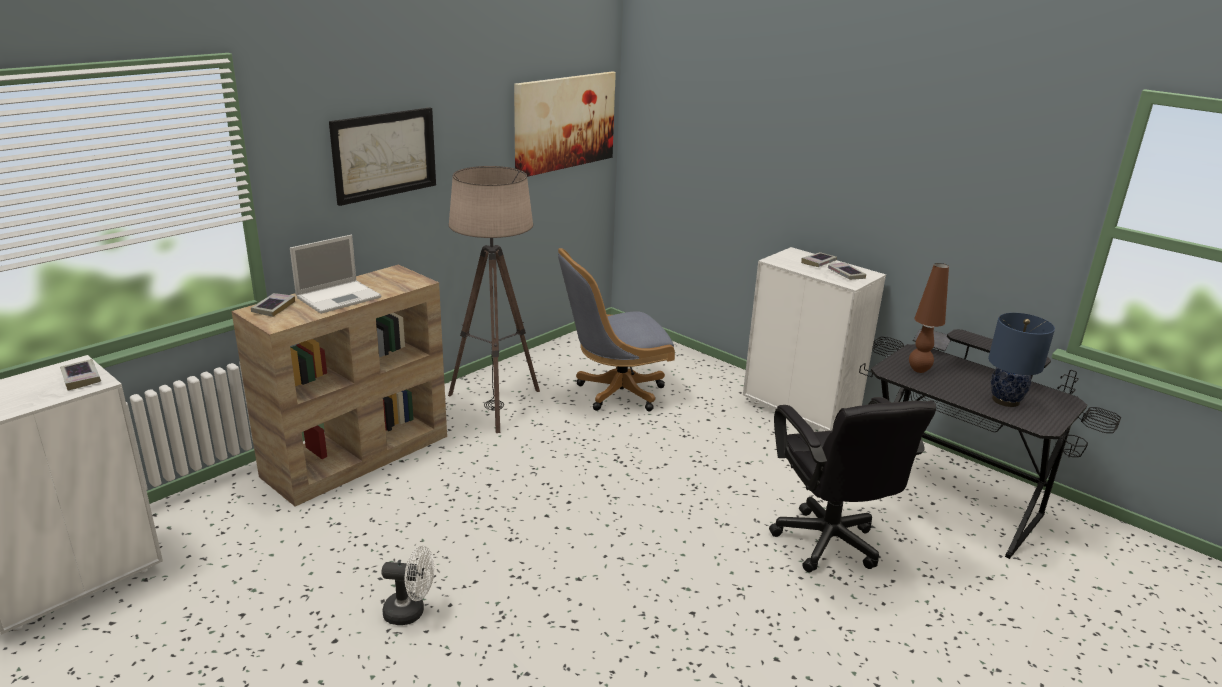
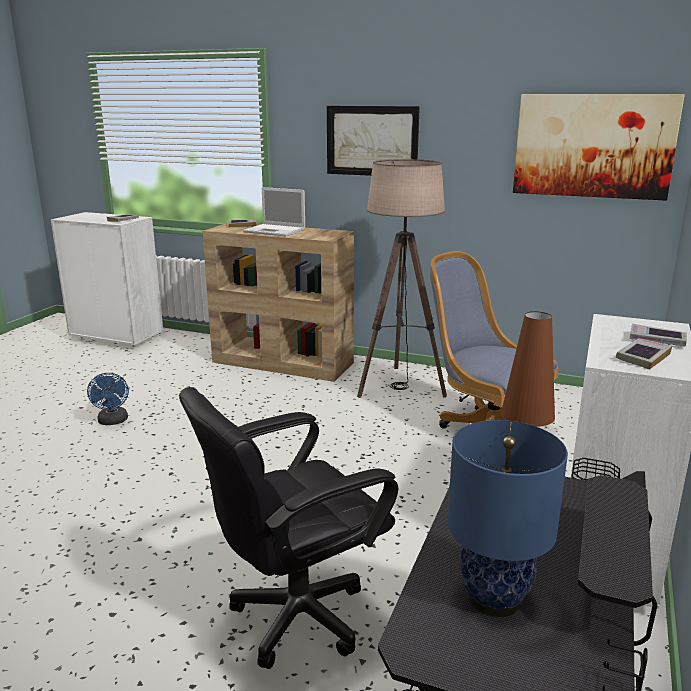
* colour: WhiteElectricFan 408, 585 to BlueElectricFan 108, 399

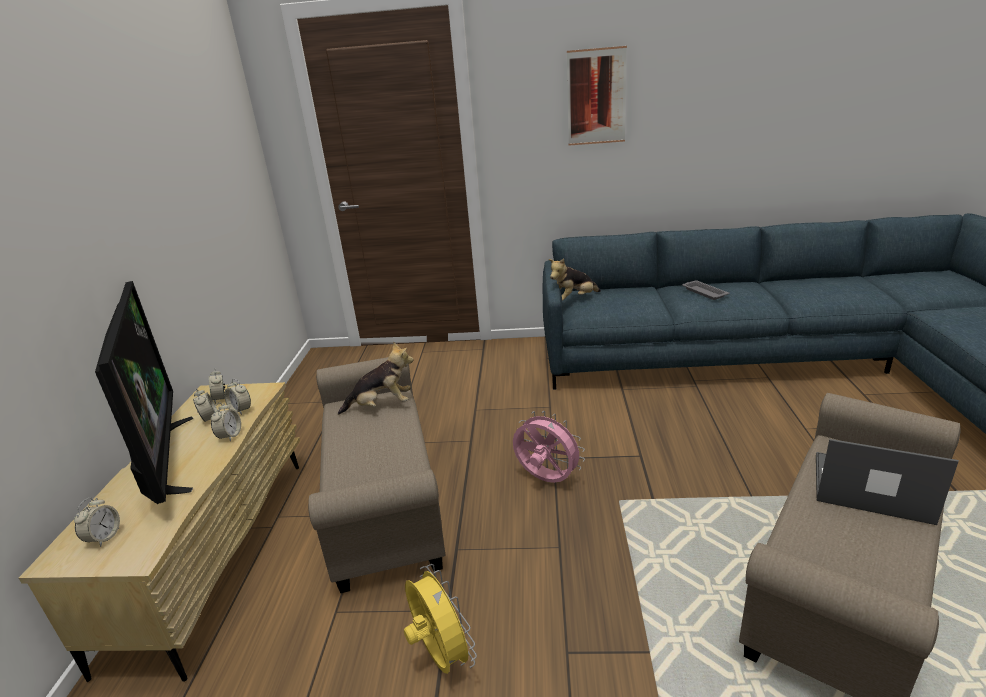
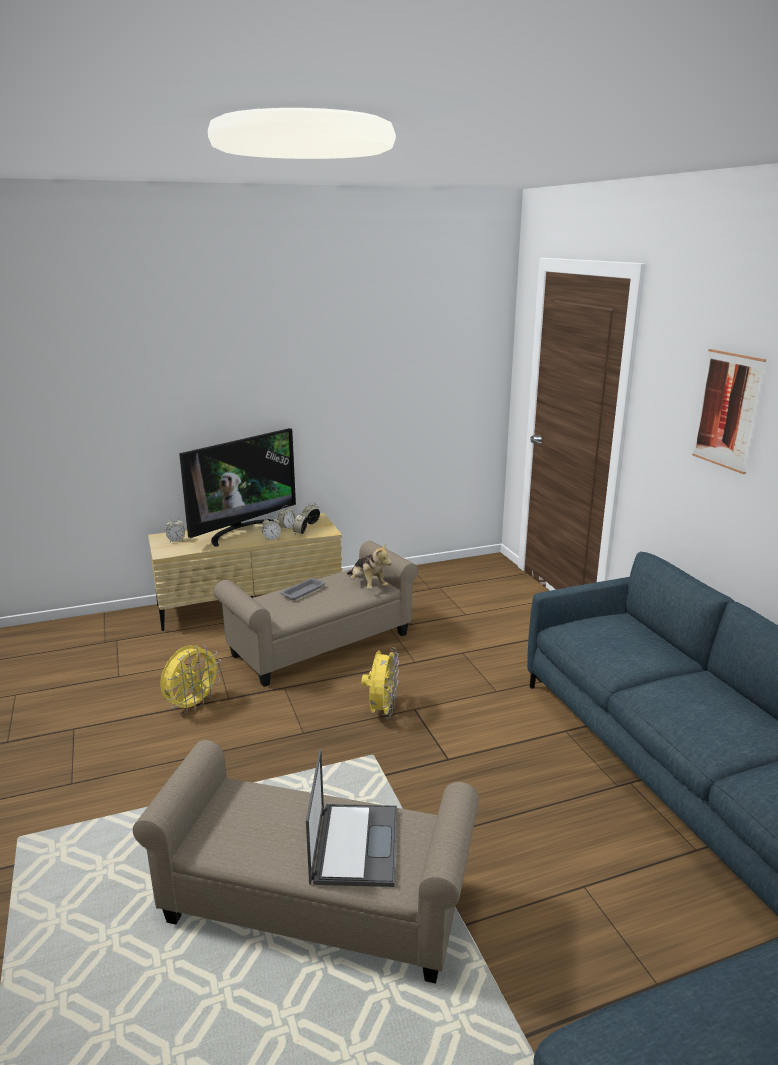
* missing: PlushToy 574, 280
* relocated: GreyServingTray 706, 290 to 302, 589
* colour: PinkElectricFan 549, 447 to YellowColouredElectricFan 380, 683

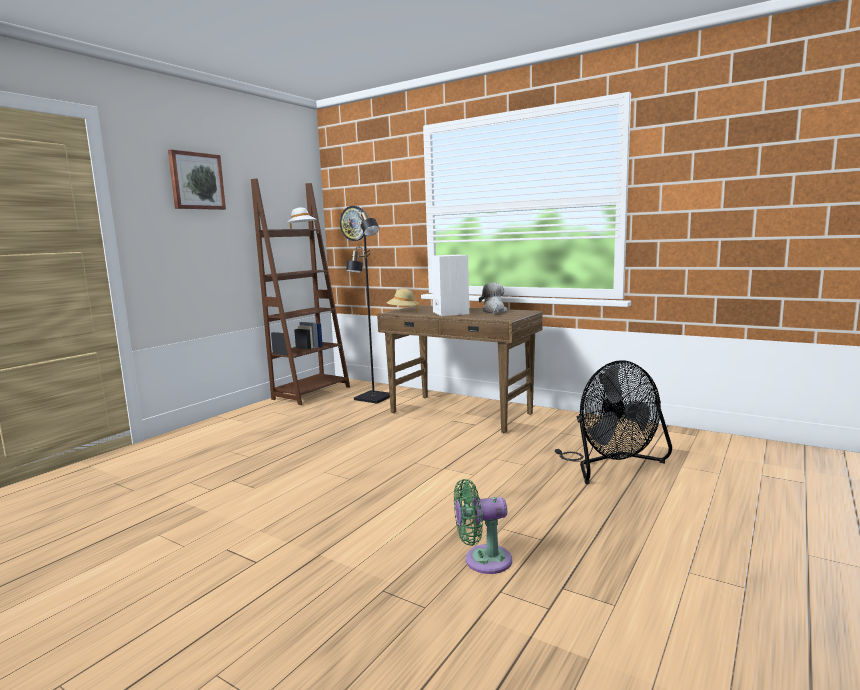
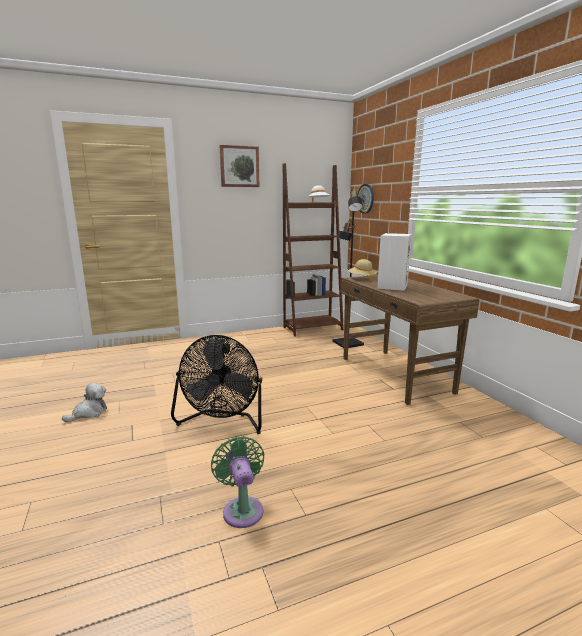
* relocated: PlushToy 493, 298 to 84, 402
* relocated: BlackElectricFan 613, 422 to 216, 384
* spun: GreenColouredElectricFan 483, 526 = 238, 482 45 degrees clockwise

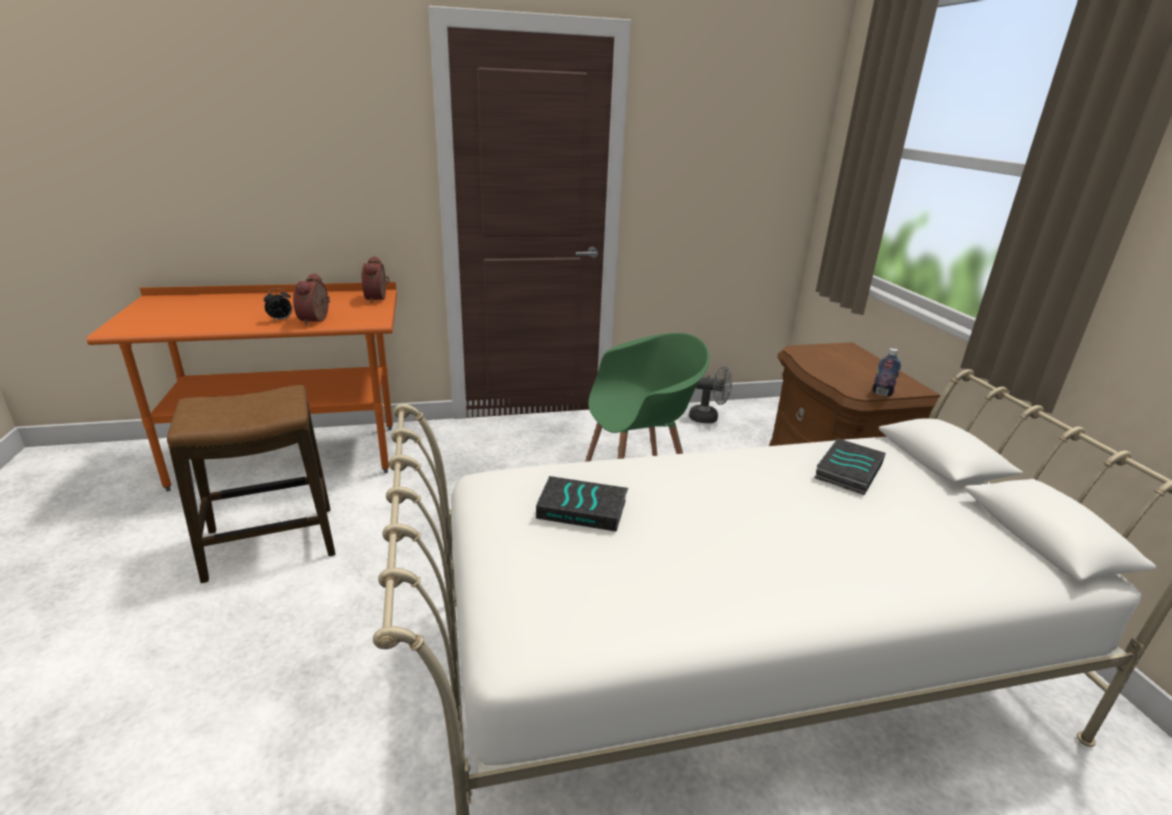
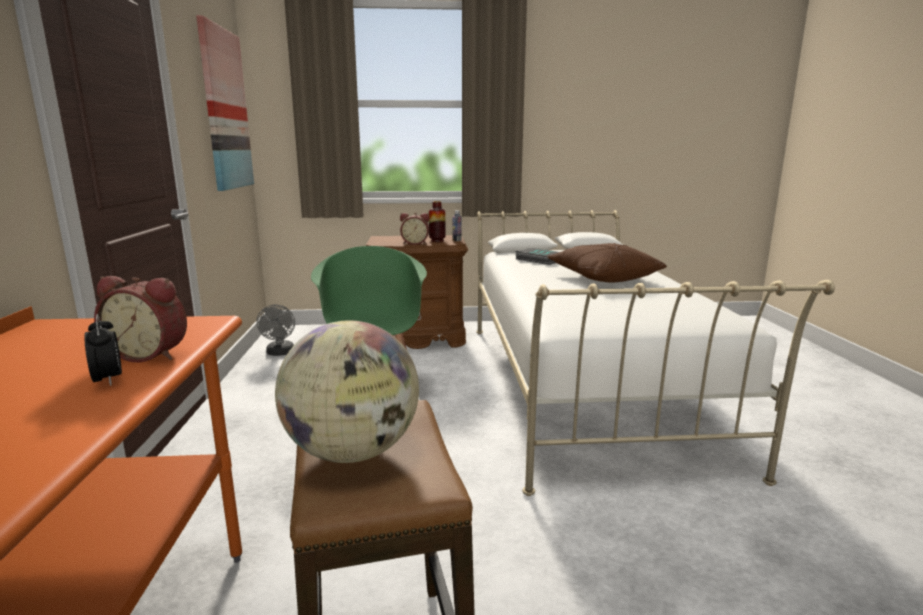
* relocated: AlarmClock 375, 279 to 414, 229
* spun: GreyElectricFan 710, 394 = 275, 330 150 degrees clockwise
* missing: Volume 582, 504
* appeared: Picture 225, 103
* appeared: FlowerVase 437, 221
* appeared: BrownColouredCushion 607, 262
* appeared: DeskGlobe 347, 391

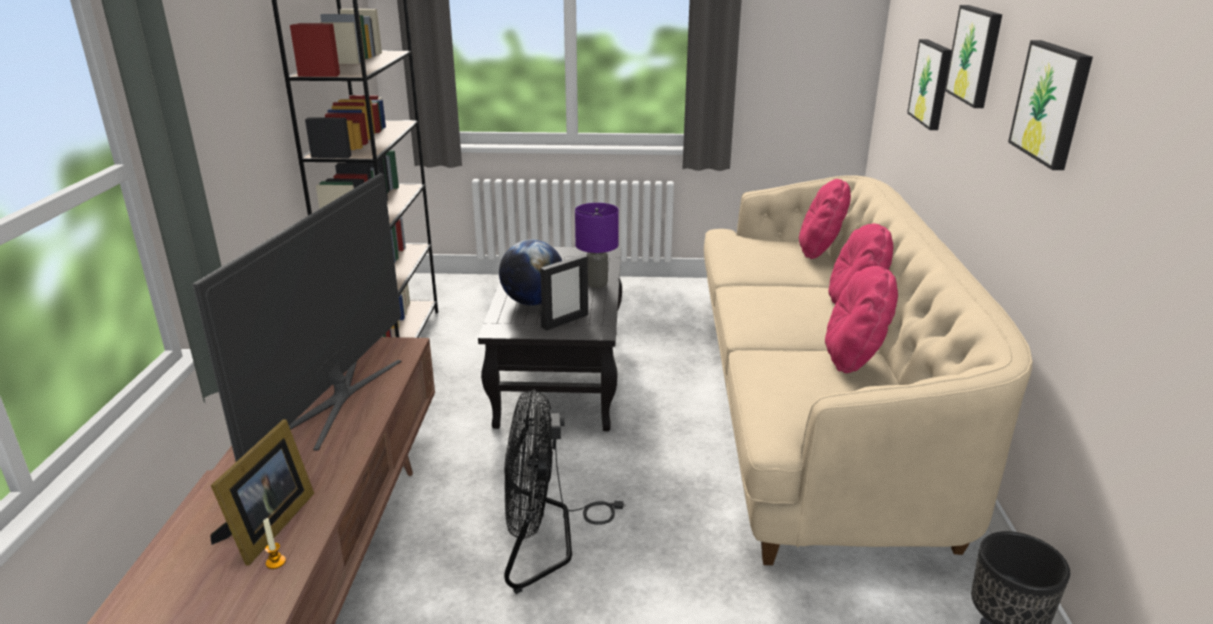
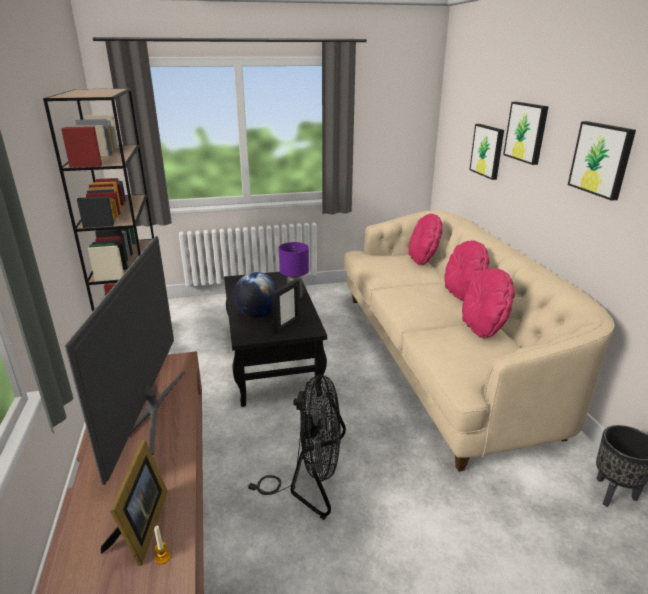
* spun: BlackElectricFan 565, 491 = 296, 447 150 degrees counterclockwise

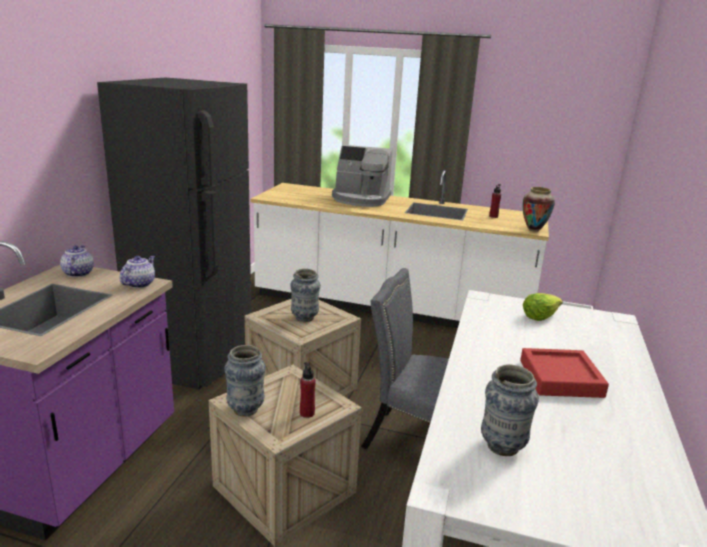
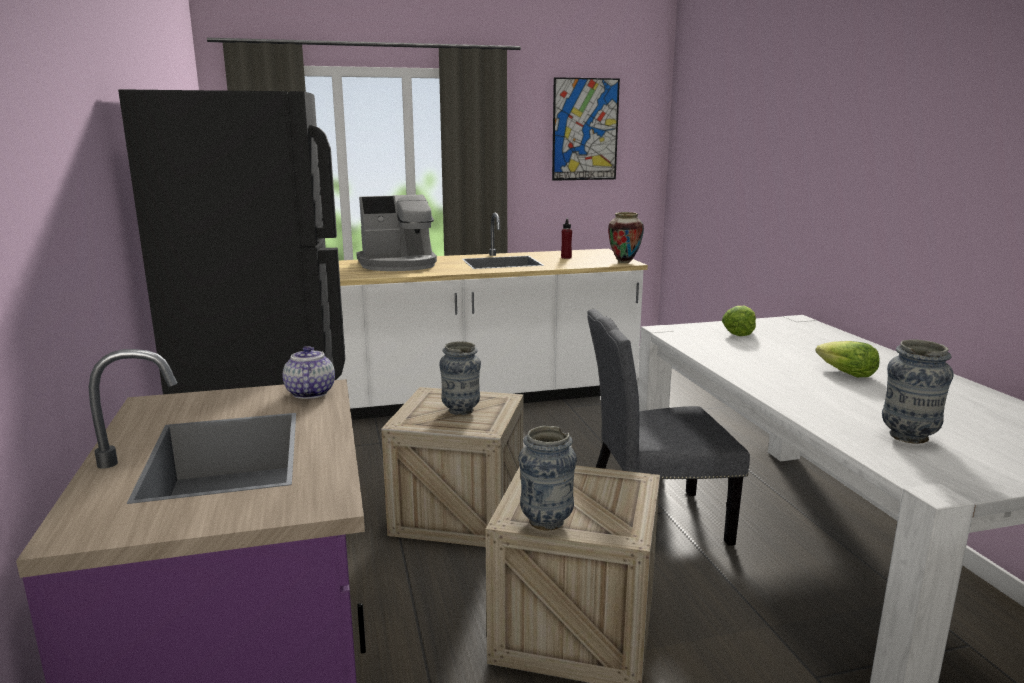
* missing: PotForTea 77, 261
* exchanged: ReddishServingTray 564, 373 to Lettuce 847, 359
* missing: ReddishBeverageBottle 308, 390
* appeared: Picture 586, 129

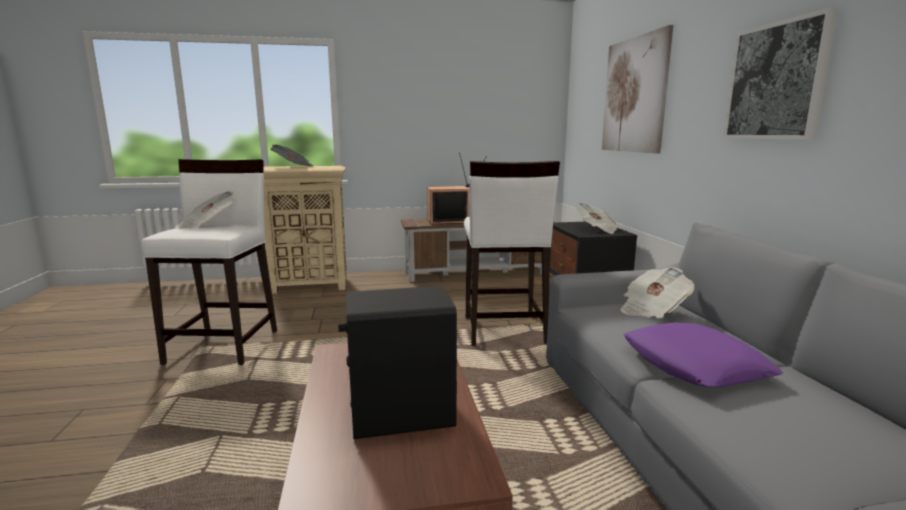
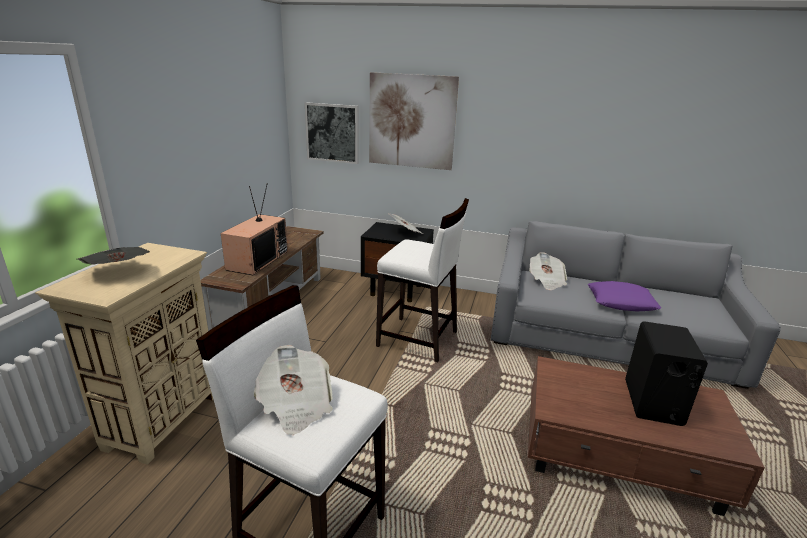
* relocated: Picture 781, 73 to 332, 133

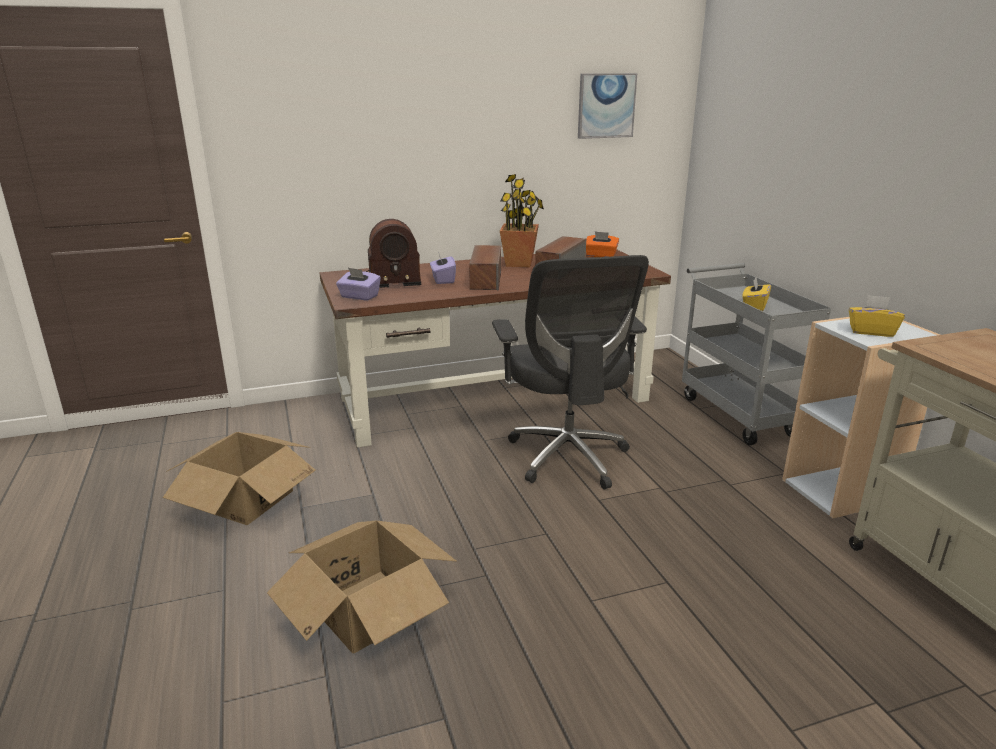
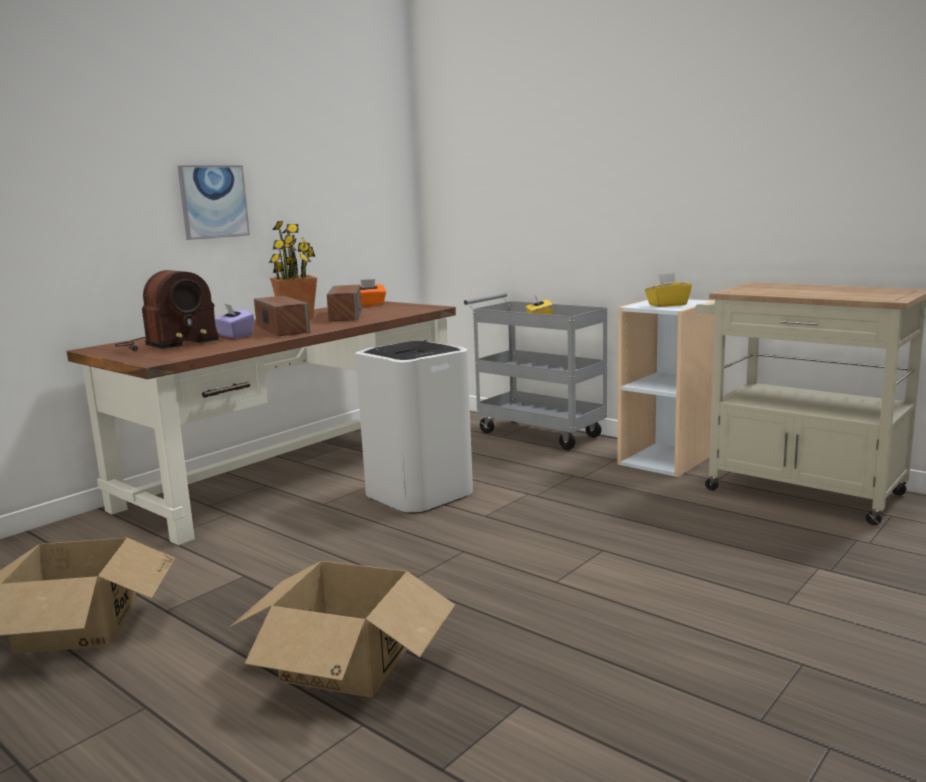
* relocated: Picture 607, 106 to 214, 202
* exchanged: OfficeChair 570, 372 to WhiteRubbishBin 414, 427
* missing: PurpleBoxOfTissues 358, 284

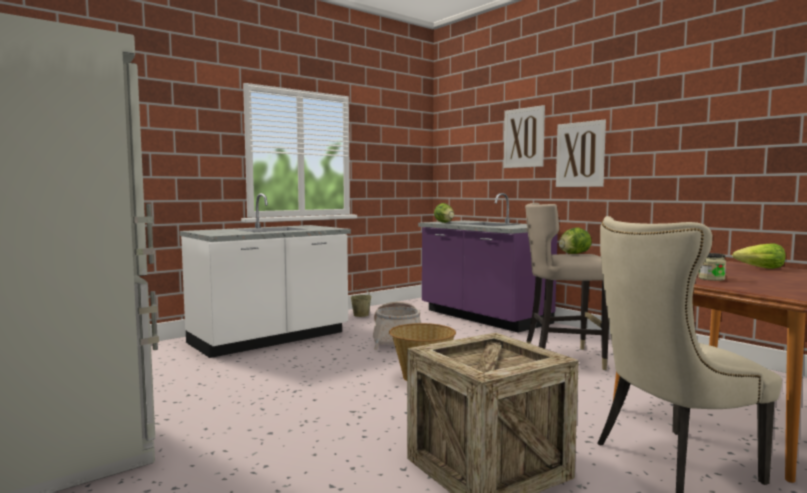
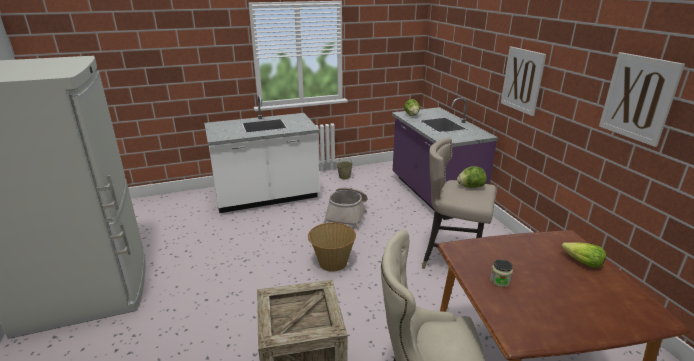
* relocated: Picture 524, 136 to 642, 99

